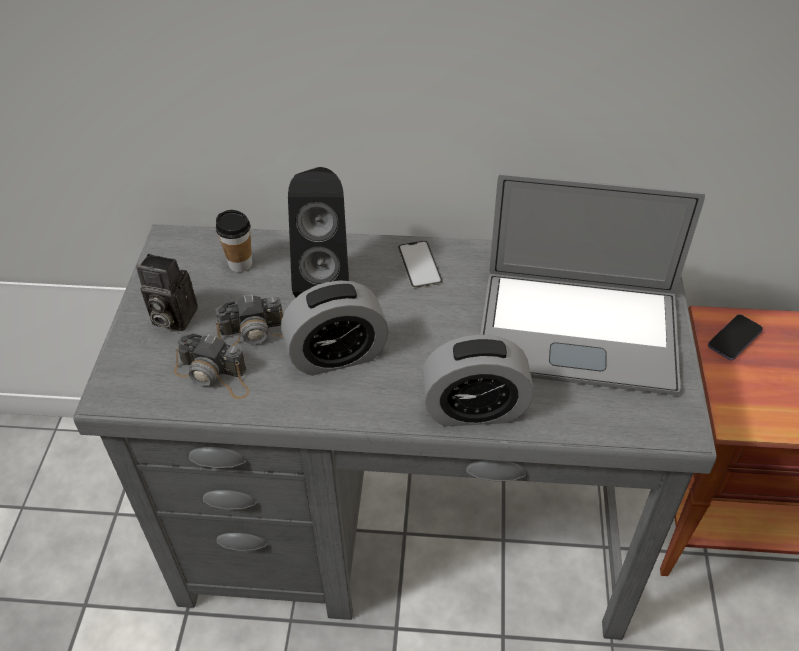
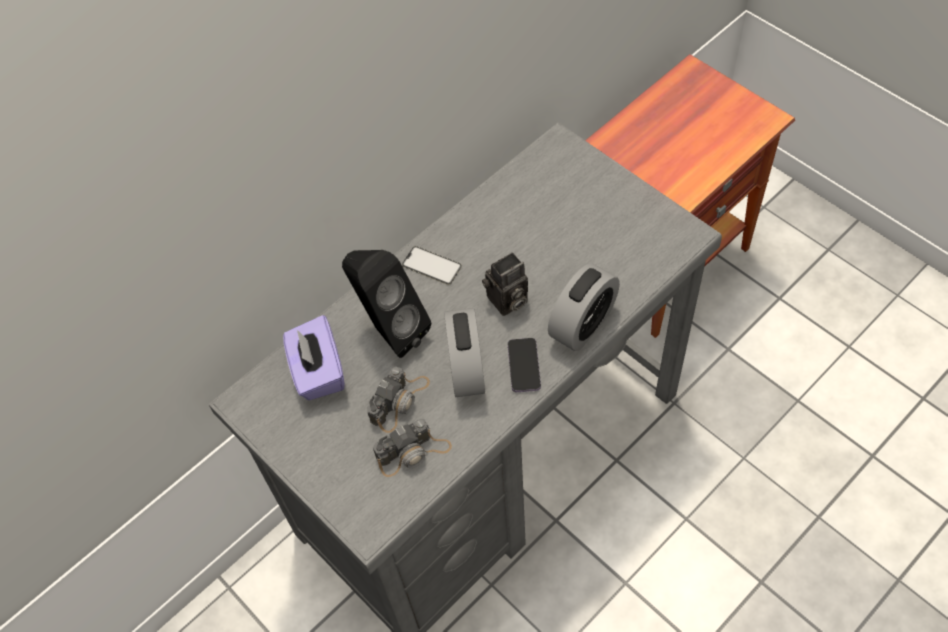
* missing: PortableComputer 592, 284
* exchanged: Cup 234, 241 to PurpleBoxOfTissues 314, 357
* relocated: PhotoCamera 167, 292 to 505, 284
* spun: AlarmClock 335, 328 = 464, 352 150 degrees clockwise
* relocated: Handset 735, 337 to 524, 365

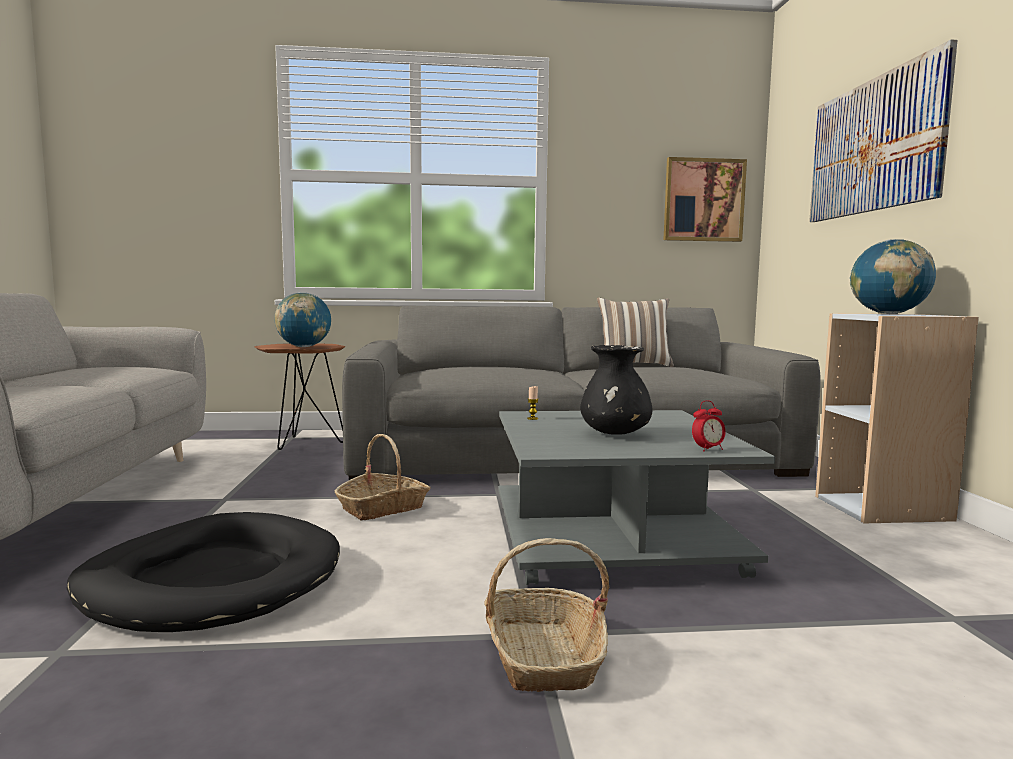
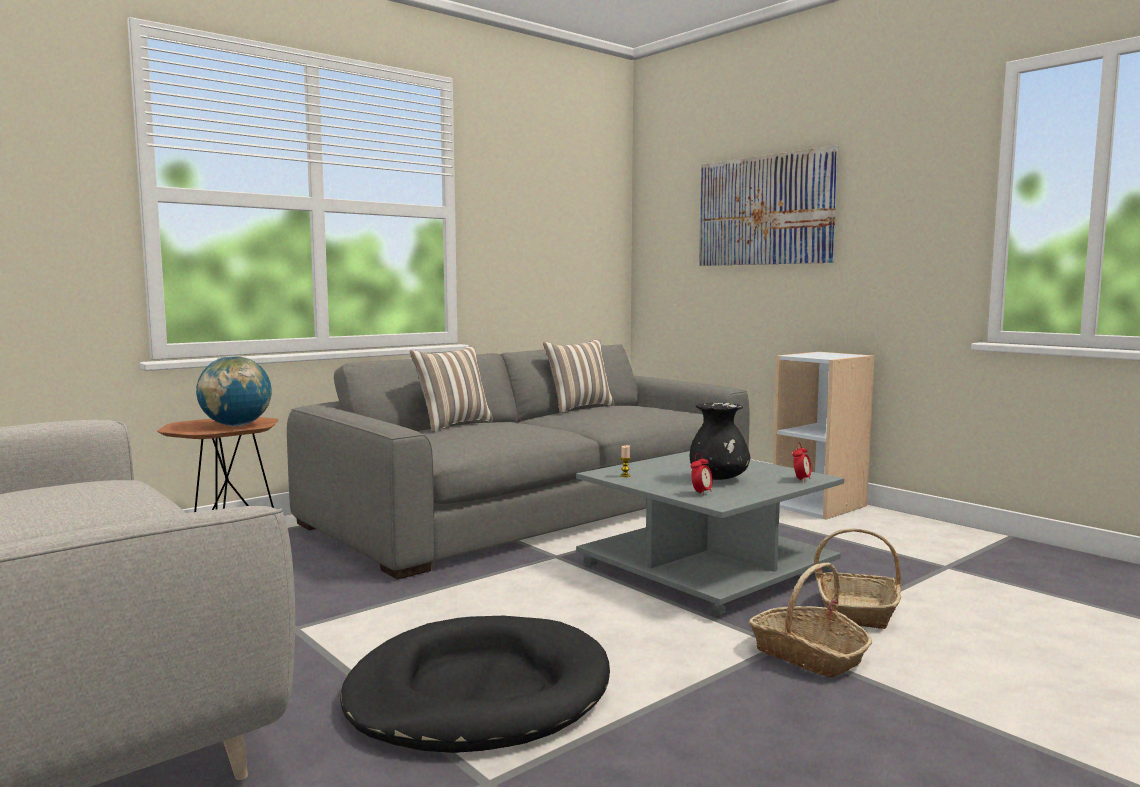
* missing: Picture 705, 199
* missing: DeskGlobe 893, 276
* relocated: StorageBasket 382, 477 to 857, 579
* appeared: Cushion 451, 388
* appeared: AlarmClock 702, 474

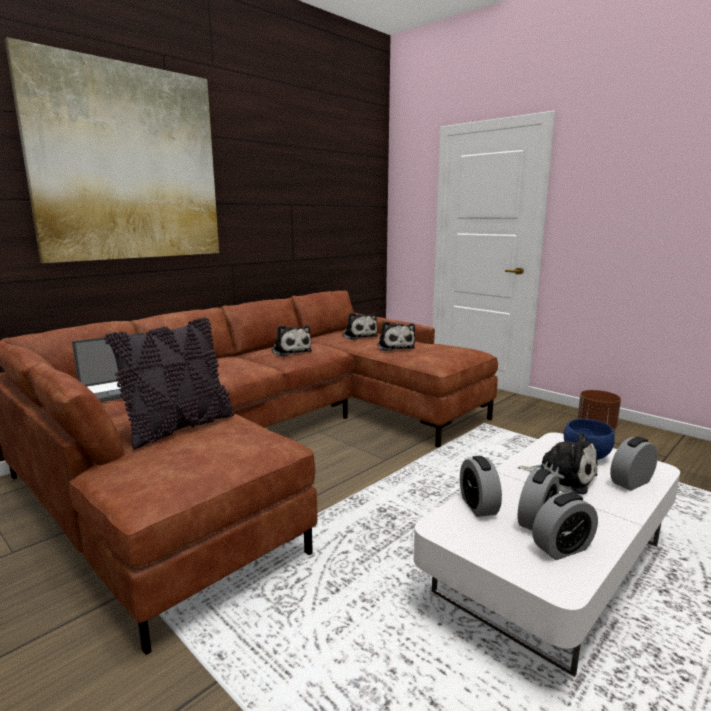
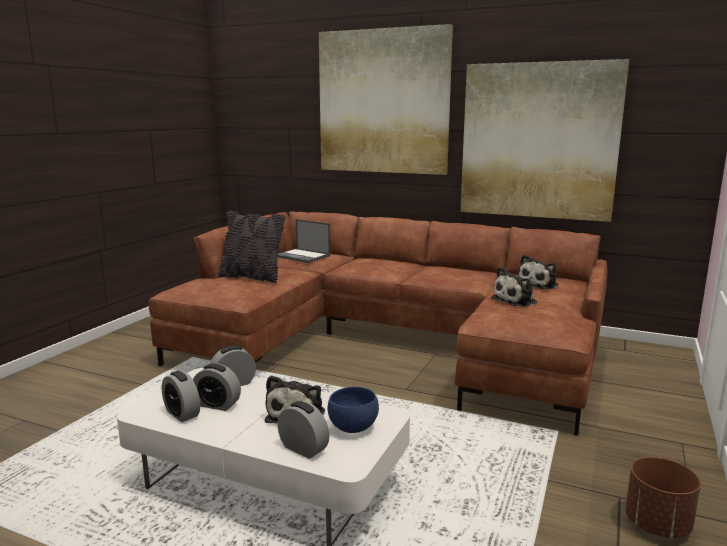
* missing: PlushToy 291, 340
* appeared: Picture 544, 140

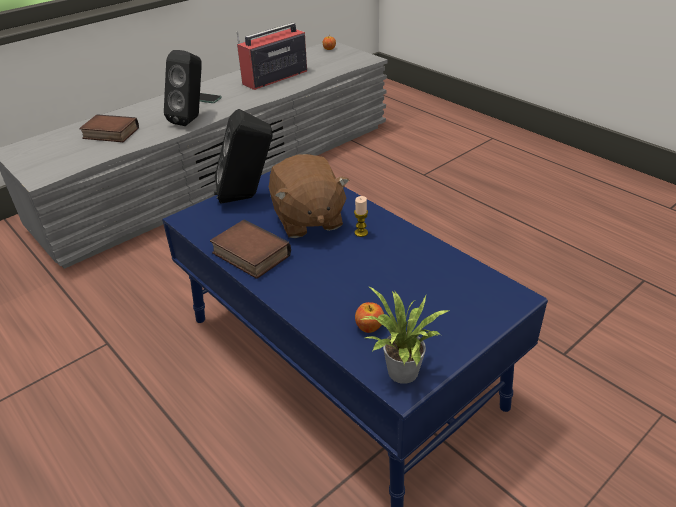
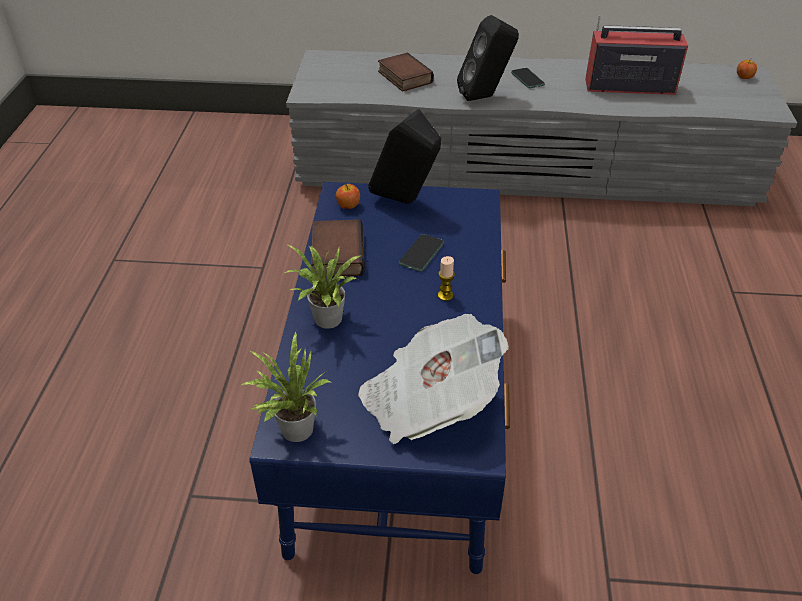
* exchanged: BrownColouredPlushToy 309, 196 to Handset 421, 253
* relocated: Apple 369, 317 to 348, 196
* appeared: PottedPlant 323, 286
* appeared: PrintedPaper 433, 379

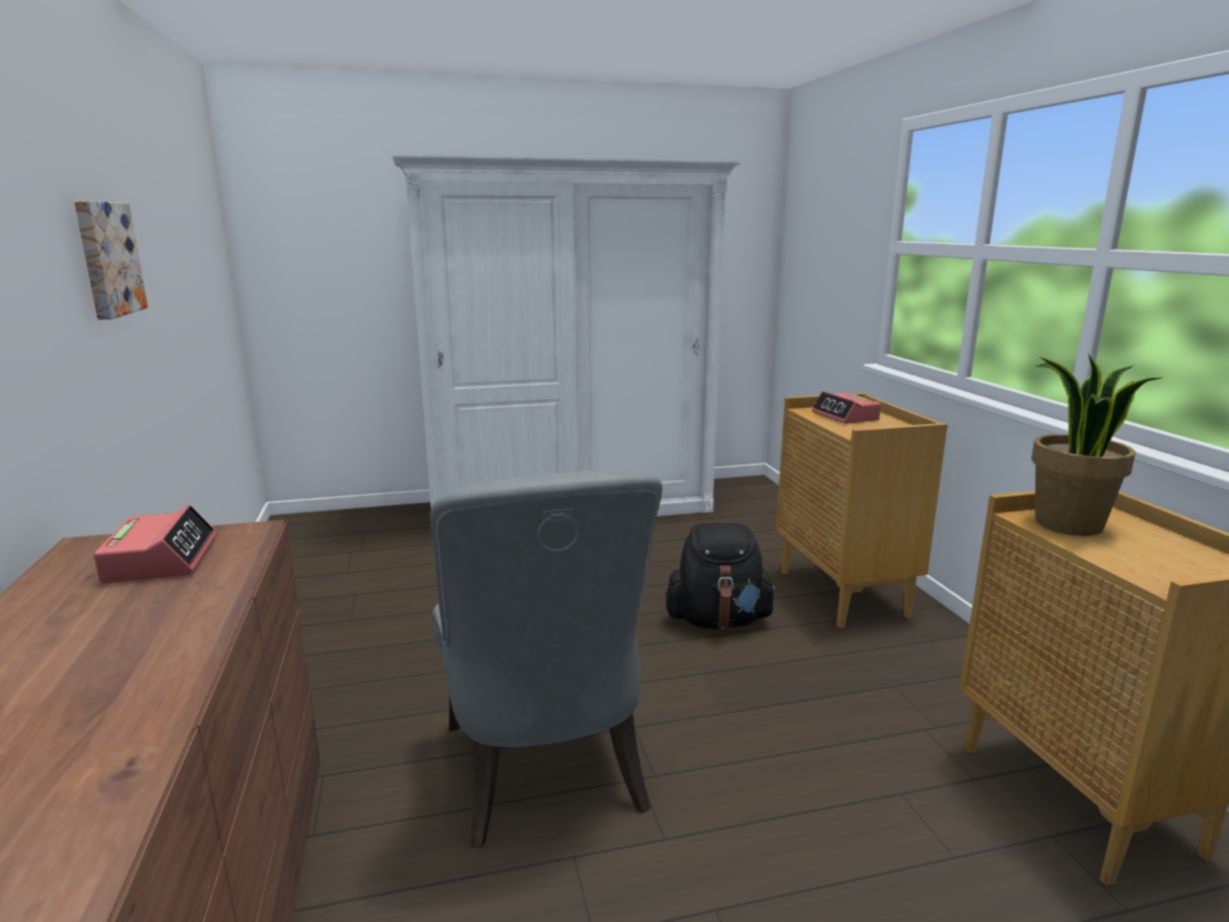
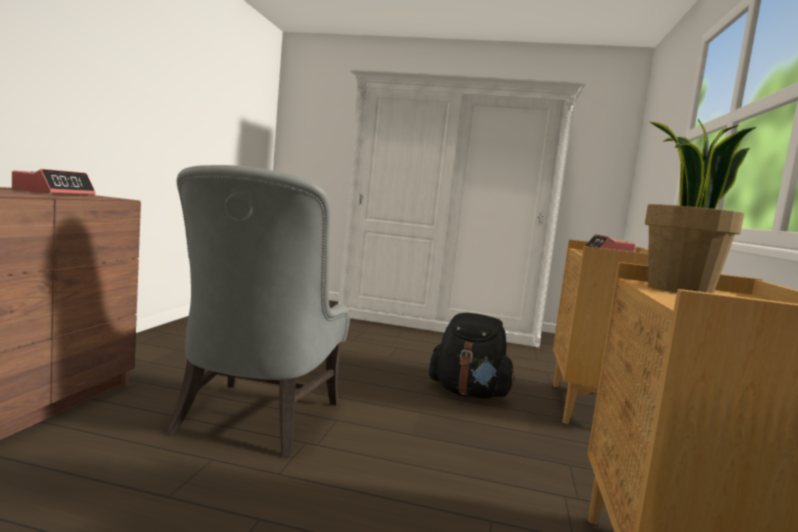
* missing: Picture 111, 260

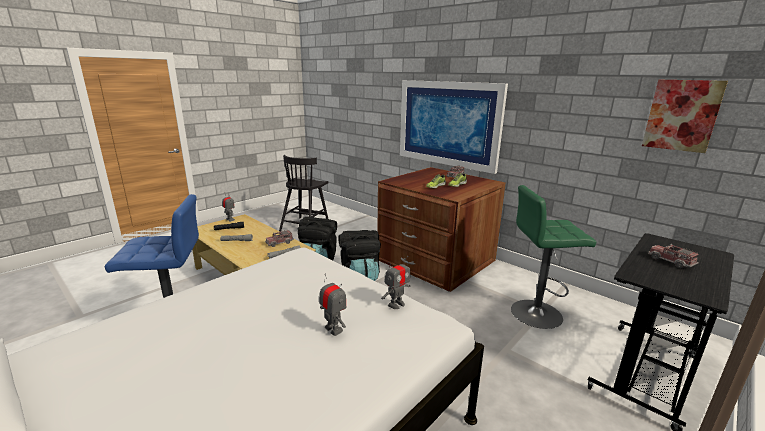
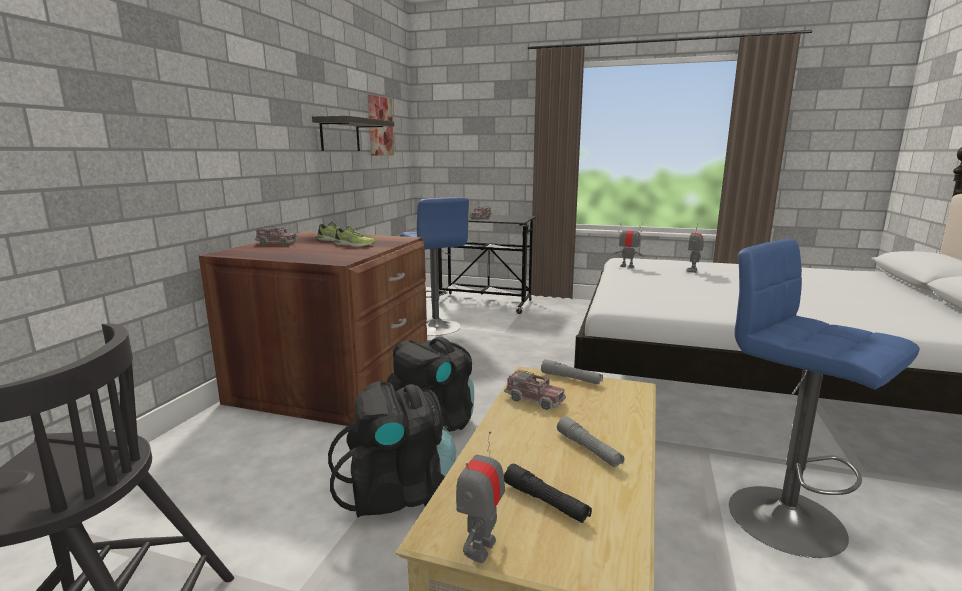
* missing: Picture 454, 127
* colour: GreenColouredStool 553, 257 to BlueStool 434, 266
* appeared: WallShelf 353, 133

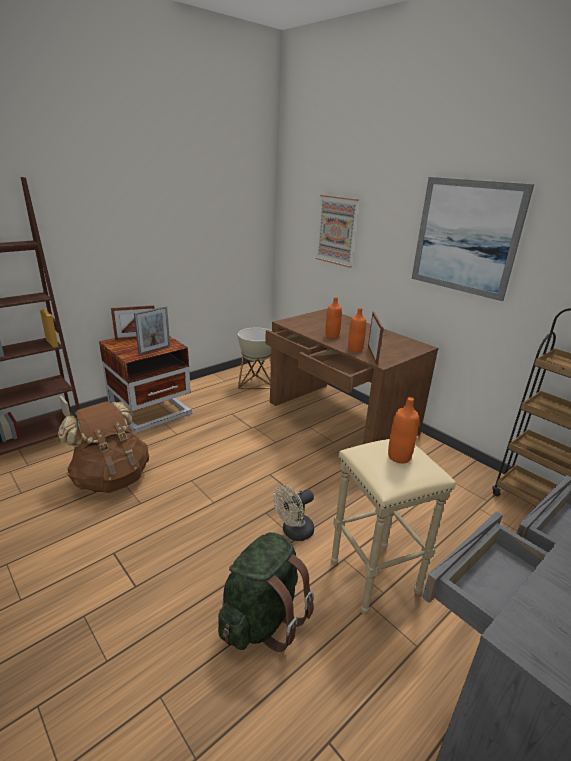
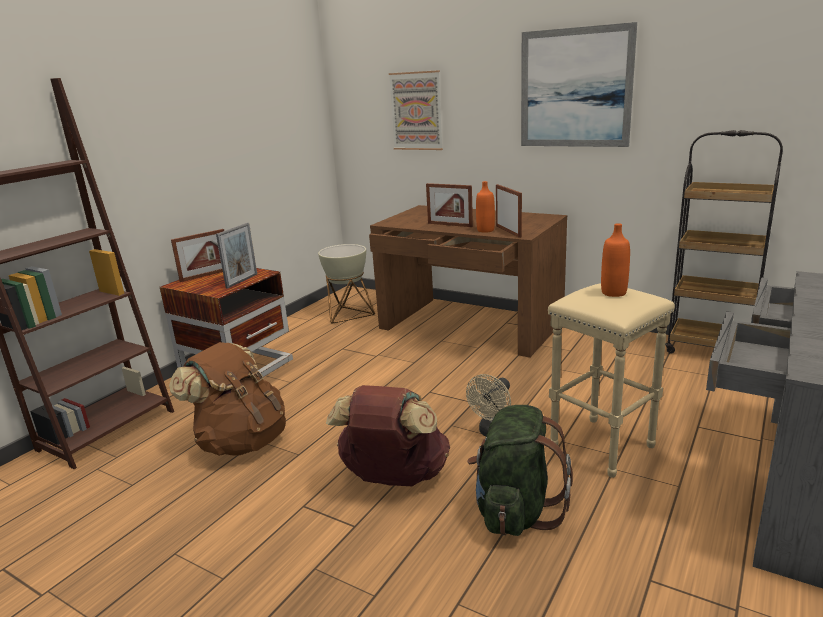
* exchanged: OrangeColouredBeverageBottle 333, 317 to PhotoFrame 449, 205
* appeared: BrownColouredRucksack 388, 435

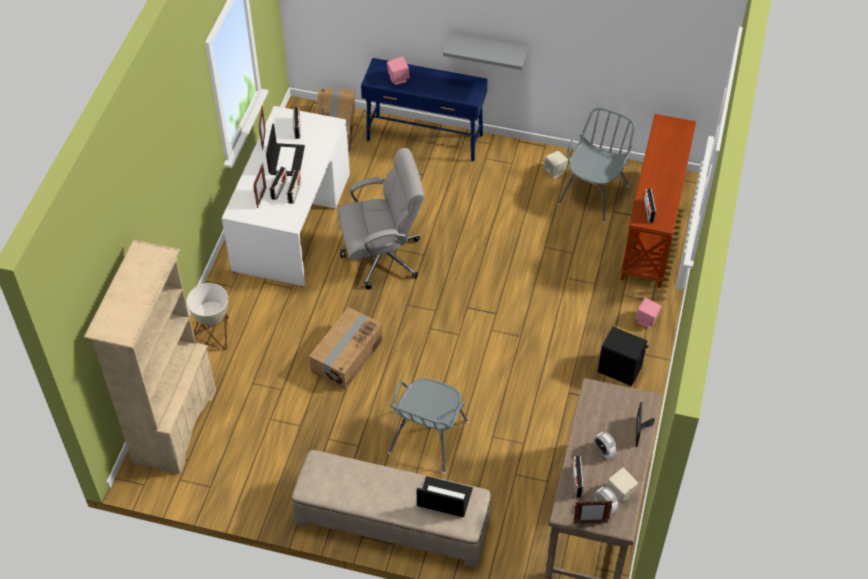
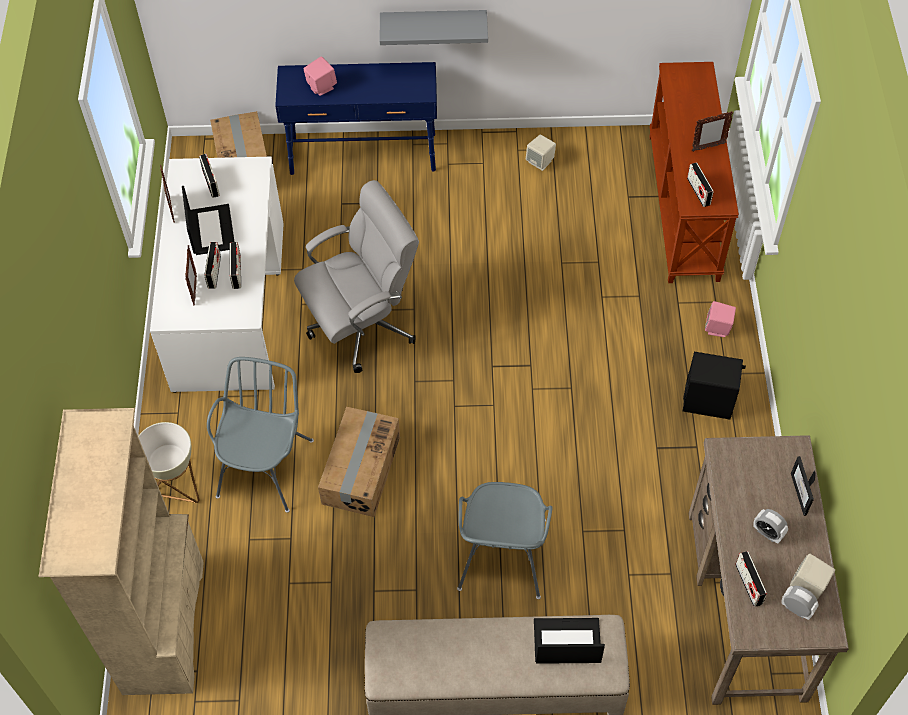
* relocated: GreyChair 596, 165 to 260, 435
* relocated: PhotoFrame 593, 512 to 712, 131

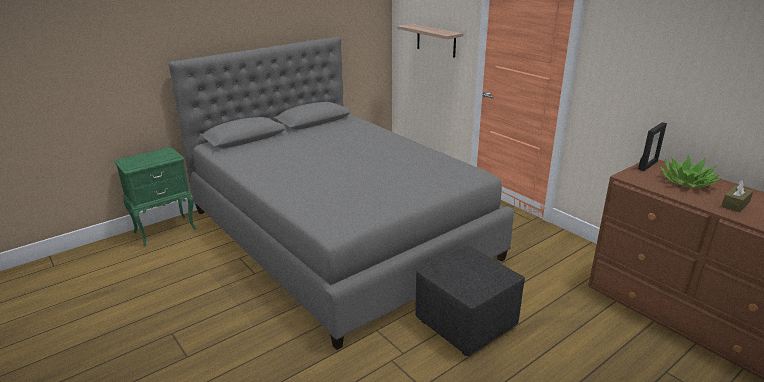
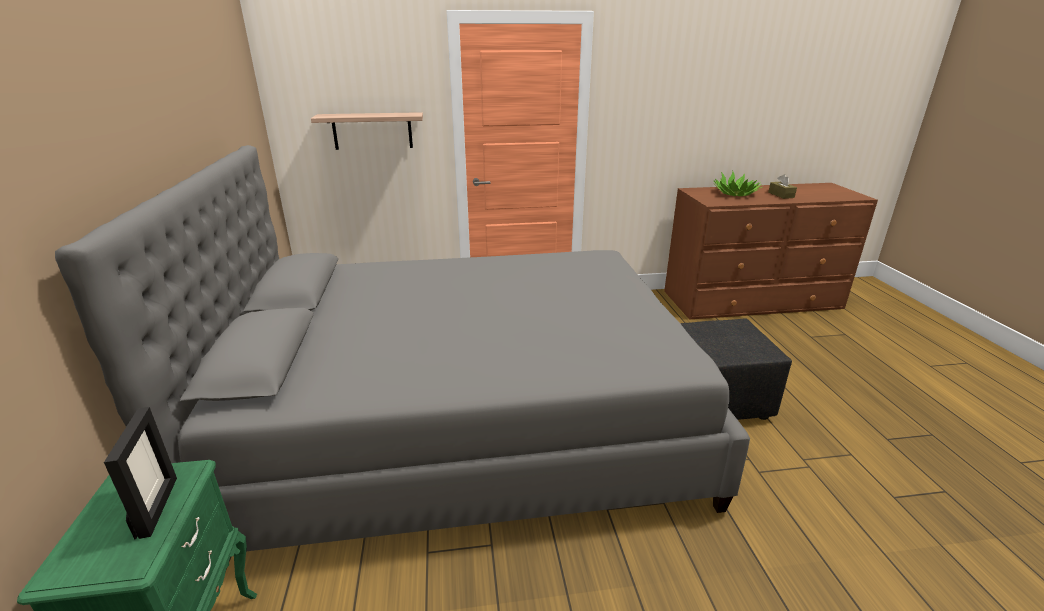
* relocated: PhotoFrame 652, 146 to 140, 473

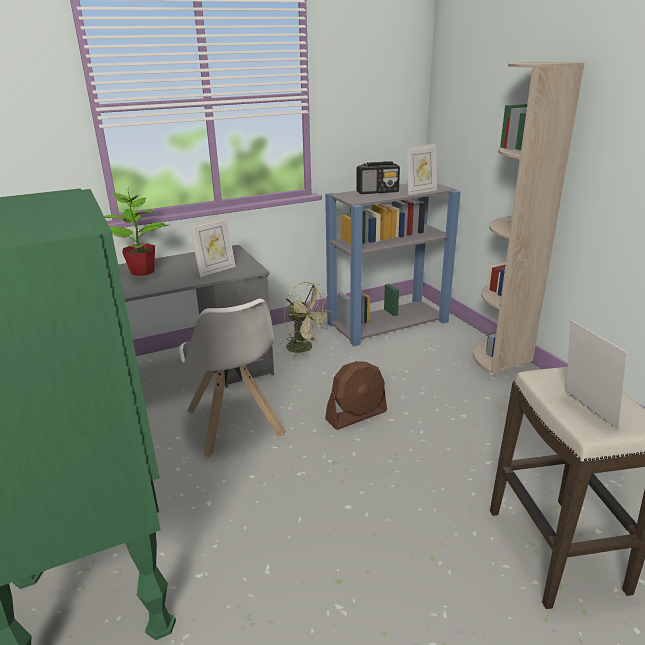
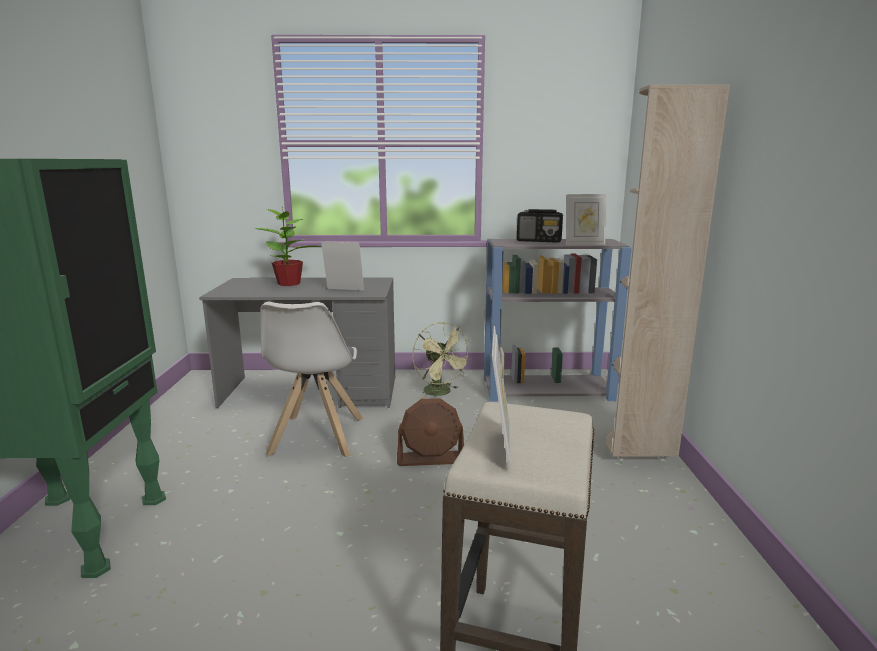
* spun: PhotoFrame 212, 246 = 342, 266 150 degrees counterclockwise

